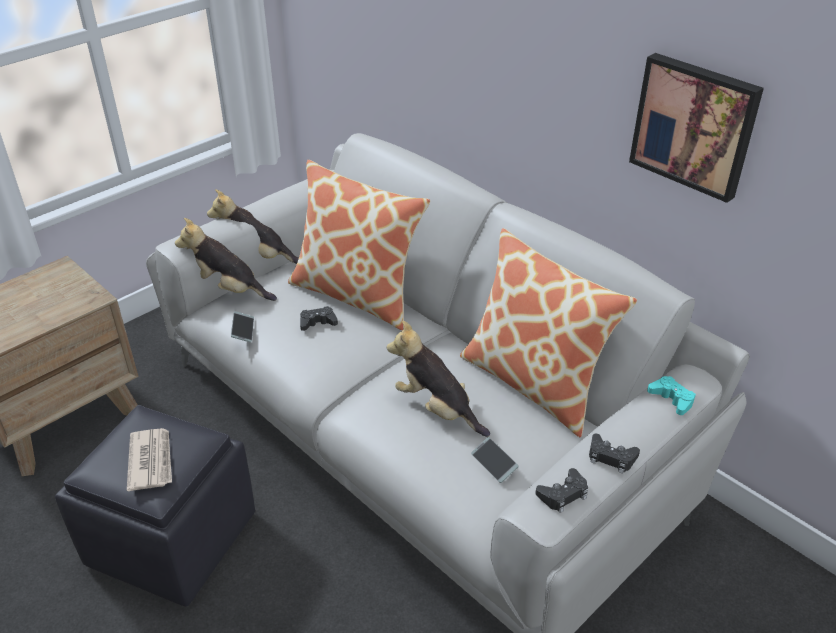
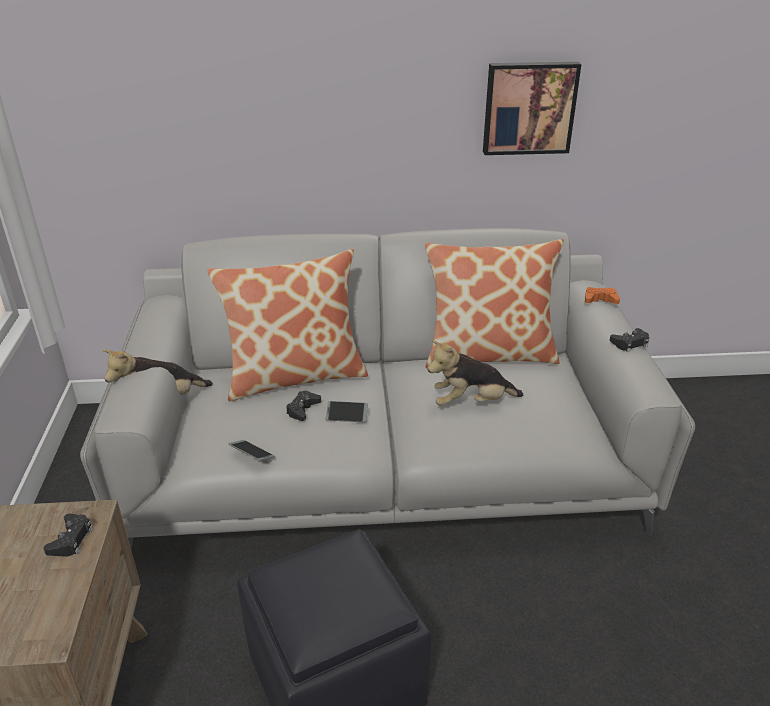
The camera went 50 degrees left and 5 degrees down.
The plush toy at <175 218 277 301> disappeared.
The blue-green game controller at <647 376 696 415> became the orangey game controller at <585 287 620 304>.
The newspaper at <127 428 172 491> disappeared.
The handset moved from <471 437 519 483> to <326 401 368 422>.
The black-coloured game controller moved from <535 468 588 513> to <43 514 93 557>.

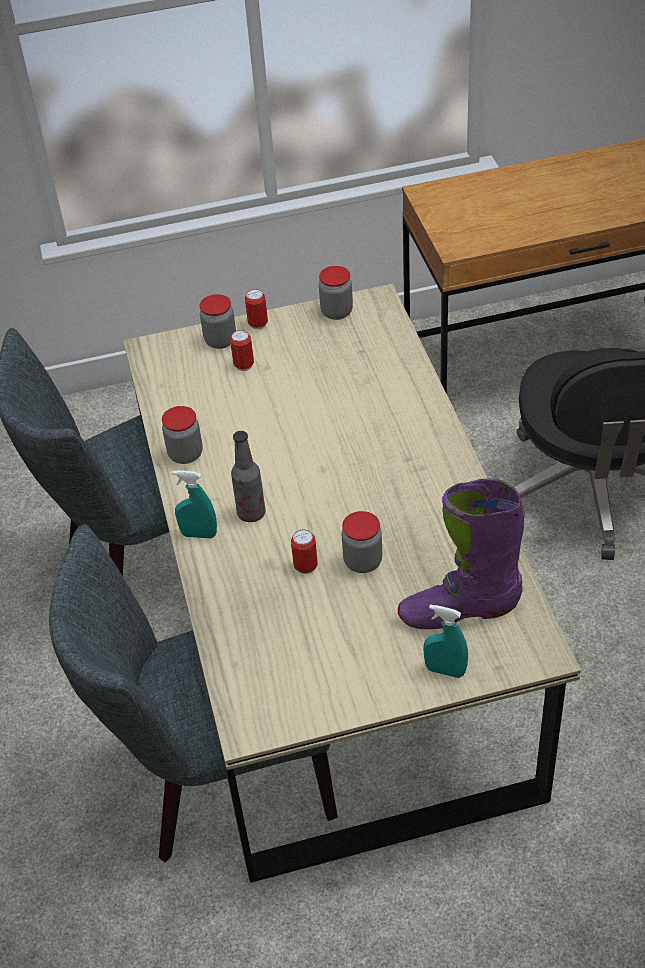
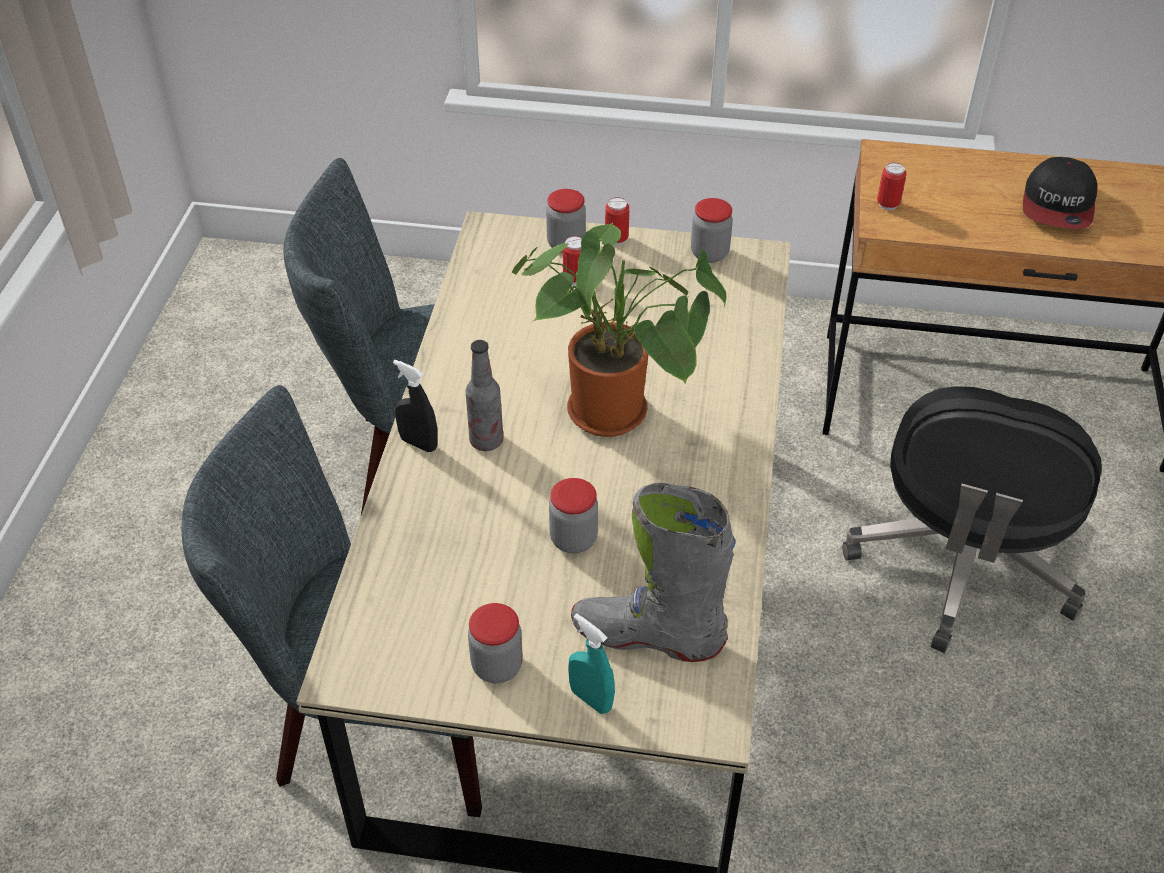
The camera went 20 degrees right and 0 degrees up.
The storage jar moved from <162 406 202 464> to <468 603 523 683>.
The blue-green spray bottle at <172 470 217 538> became the black-coloured spray bottle at <393 360 438 452>.
The purplish tall boot at <398 478 525 629> became the greyish tall boot at <571 482 736 662>.
The sealed can moved from <291 530 318 574> to <877 163 907 210>.
The peaked cap at <1023 157 1097 229> appeared.
The plant in a pot at <512 223 727 437> appeared.

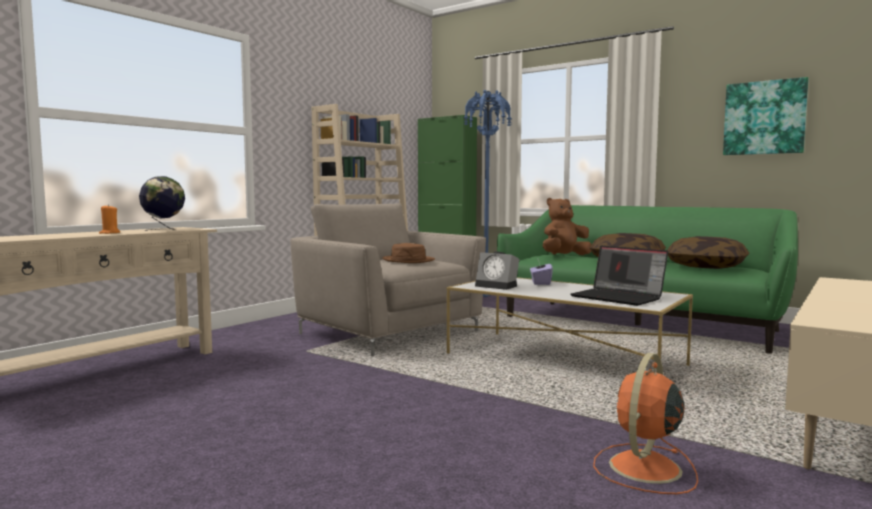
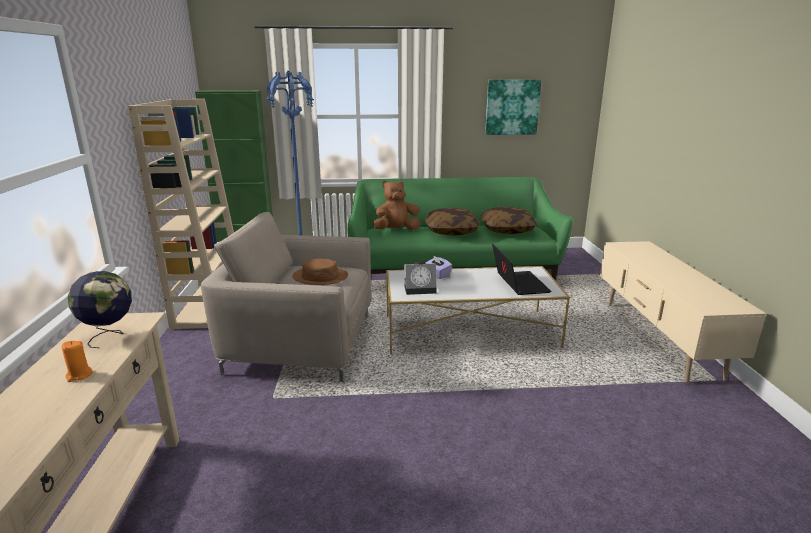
The camera went 40 degrees left and 15 degrees up.
The brown plush toy at <543 198 591 255> turned 45 degrees clockwise.
The notebook computer at <571 246 668 306> turned 105 degrees counterclockwise.
The orangey fan at <593 353 698 494> disappeared.

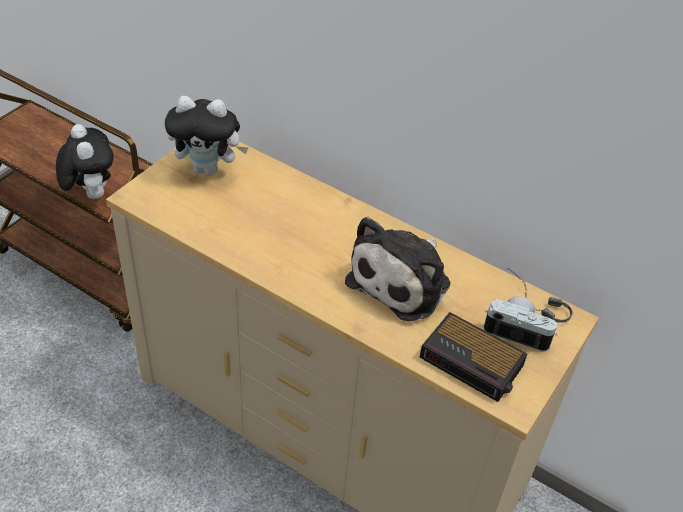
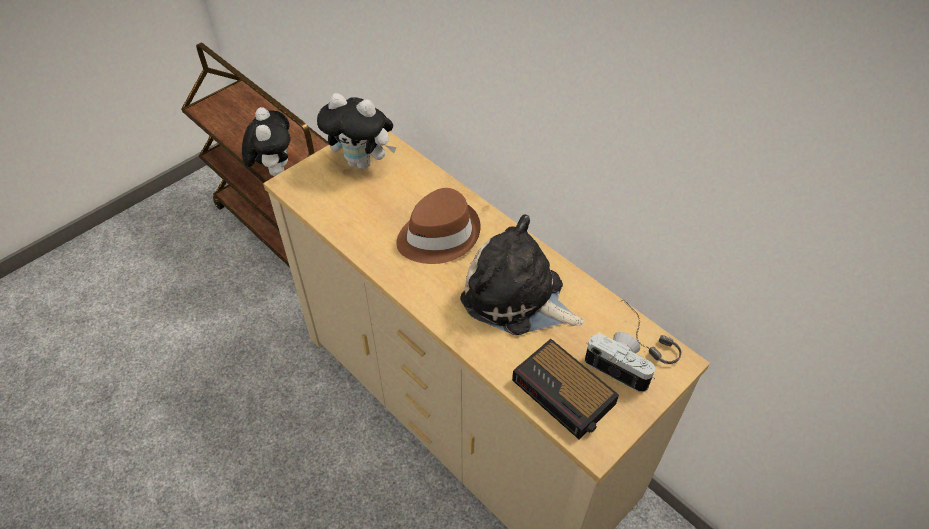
The camera went 15 degrees right and 5 degrees up.
The plush toy at <345 217 450 322> turned 75 degrees clockwise.
The brown clothing hat at <396 188 481 264> appeared.

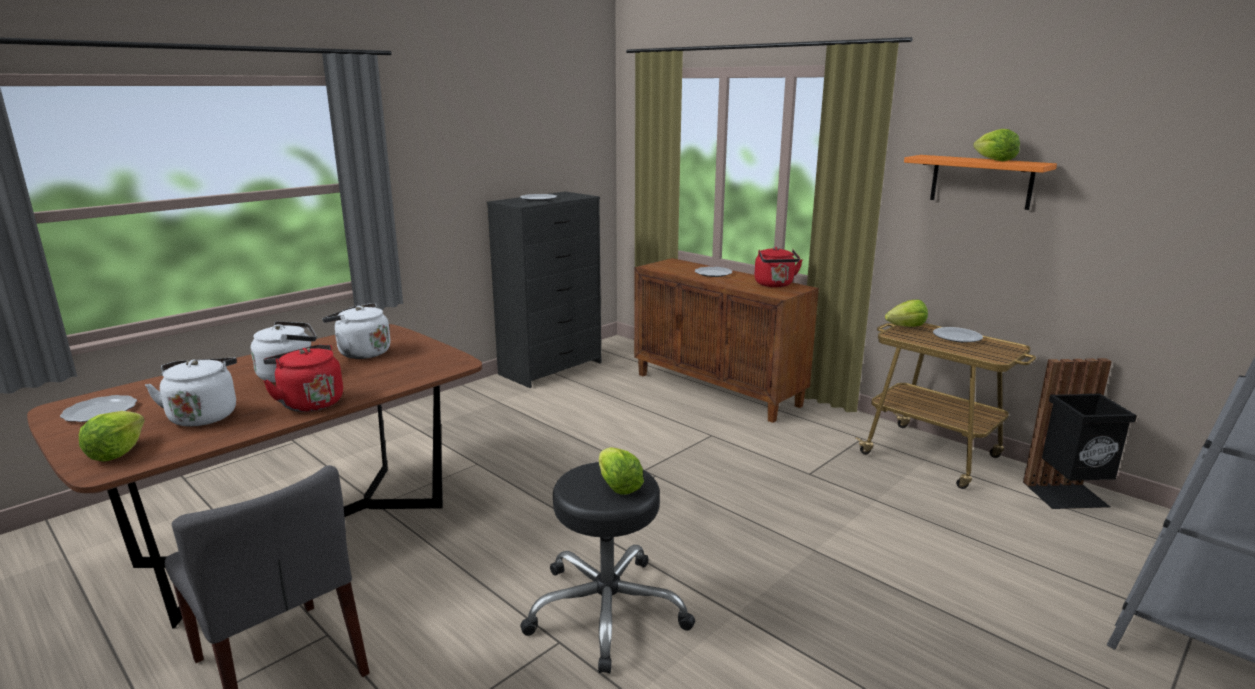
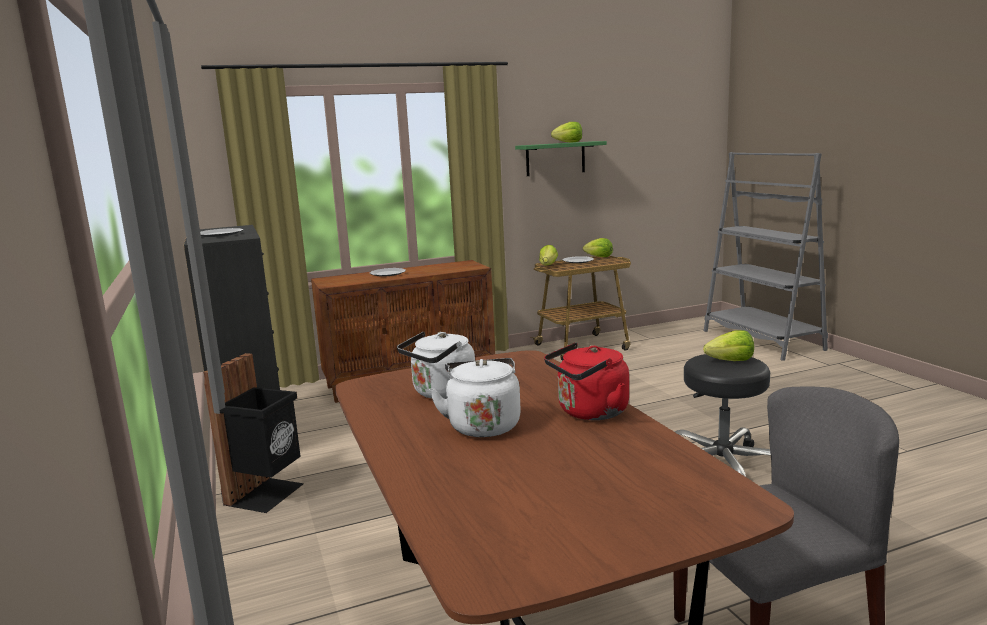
The camera went 65 degrees left and 5 degrees down.
The orangey wall shelf at <904 155 1057 210> became the green-coloured wall shelf at <515 141 607 176>.
The reddish kettle at <754 247 803 287> disappeared.
The whitish kettle at <145 358 237 427> disappeared.
The black-coloured rubbish bin moved from <1023 358 1137 509> to <203 353 304 513>.
The flat dish at <60 395 137 422> disappeared.
The lettuce moved from <79 411 145 462> to <583 238 613 257>.

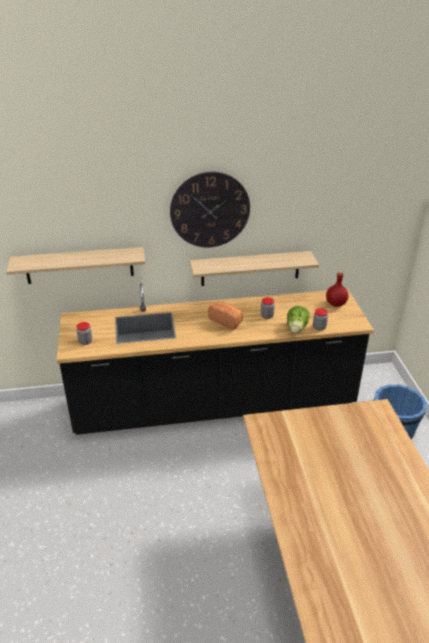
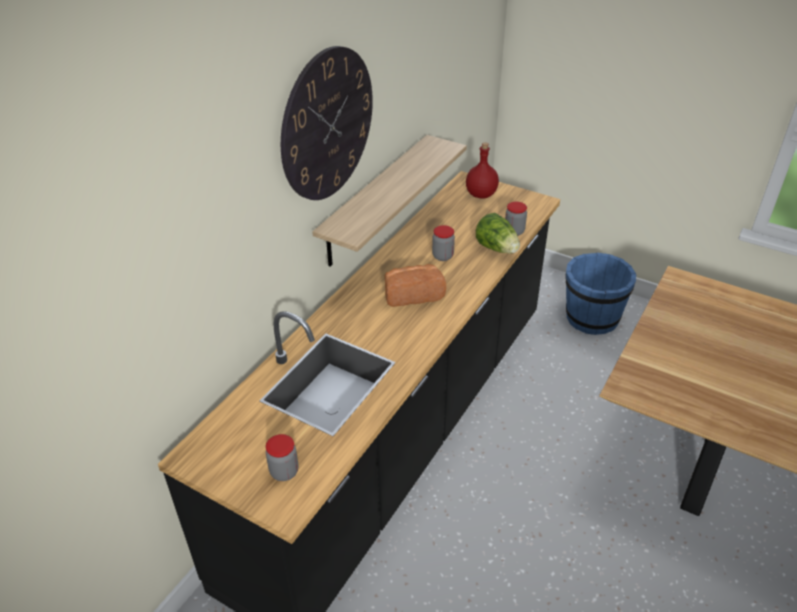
The camera went 50 degrees left and 5 degrees up.
The wall shelf at <6 247 145 284> disappeared.

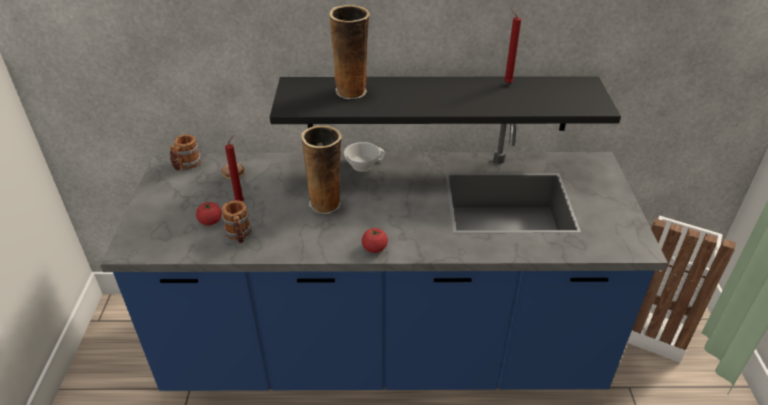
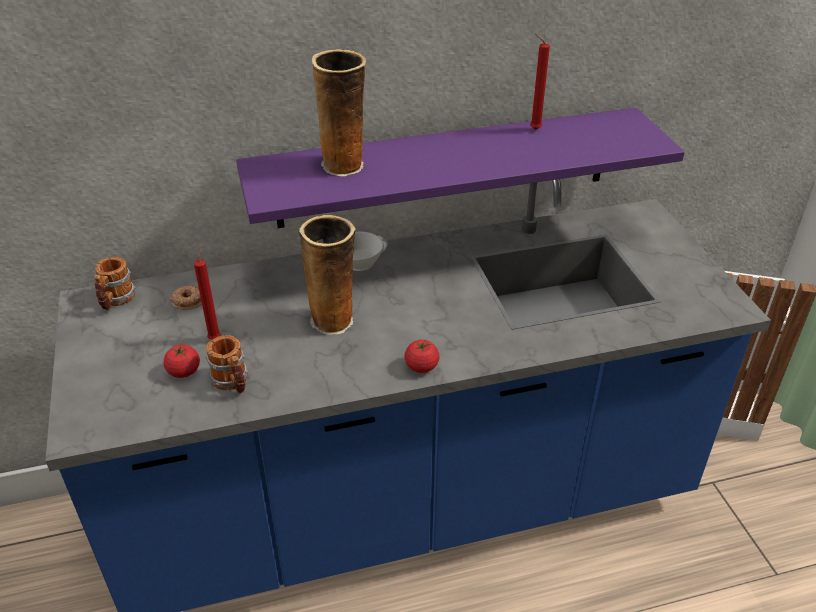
The camera went 15 degrees left and 0 degrees up.
The black-coloured wall shelf at <270 76 621 131> became the purplish wall shelf at <236 107 685 228>.

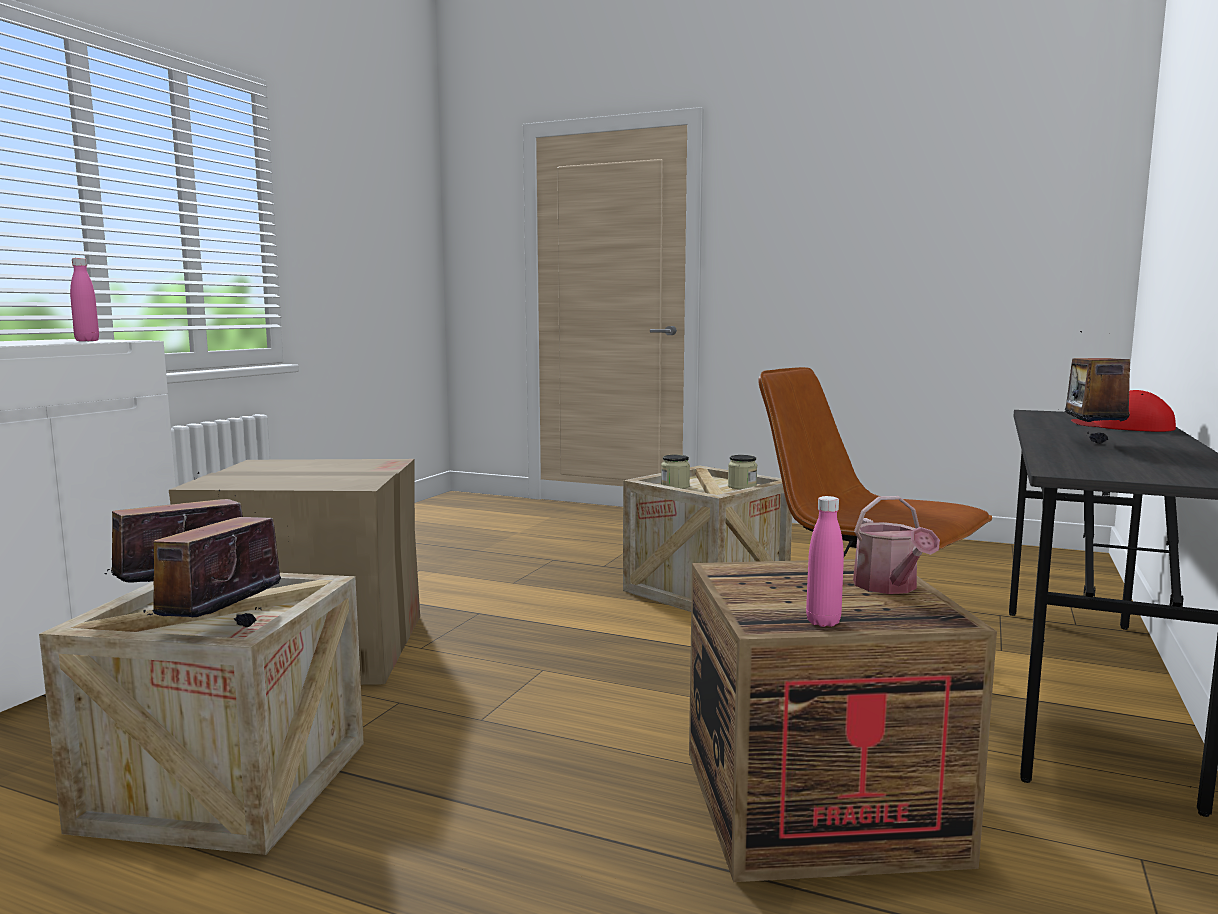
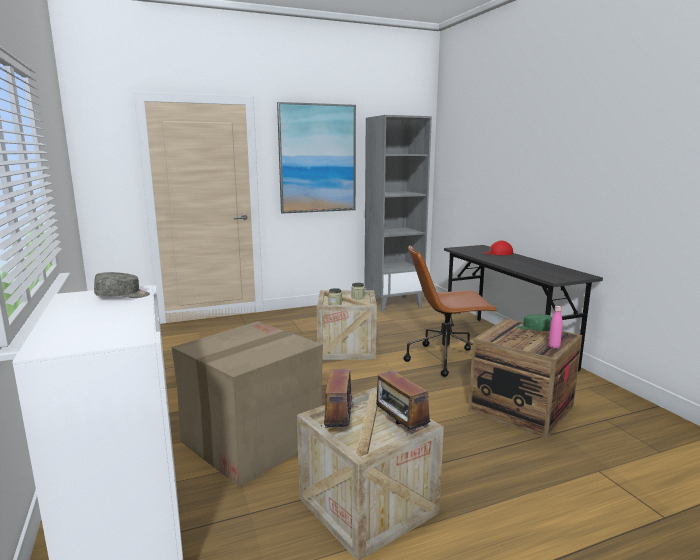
The camera went 45 degrees left and 5 degrees up.
The pink-coloured beverage bottle at <70 258 99 341> was replaced by the greyish peaked cap at <94 272 150 298>.
The radio receiver at <1065 331 1143 444> disappeared.
The watering pot at <853 496 940 594> was replaced by the green-coloured peaked cap at <517 314 552 331>.
The picture at <277 102 356 214> appeared.
The greyish bookcase at <364 115 432 312> appeared.

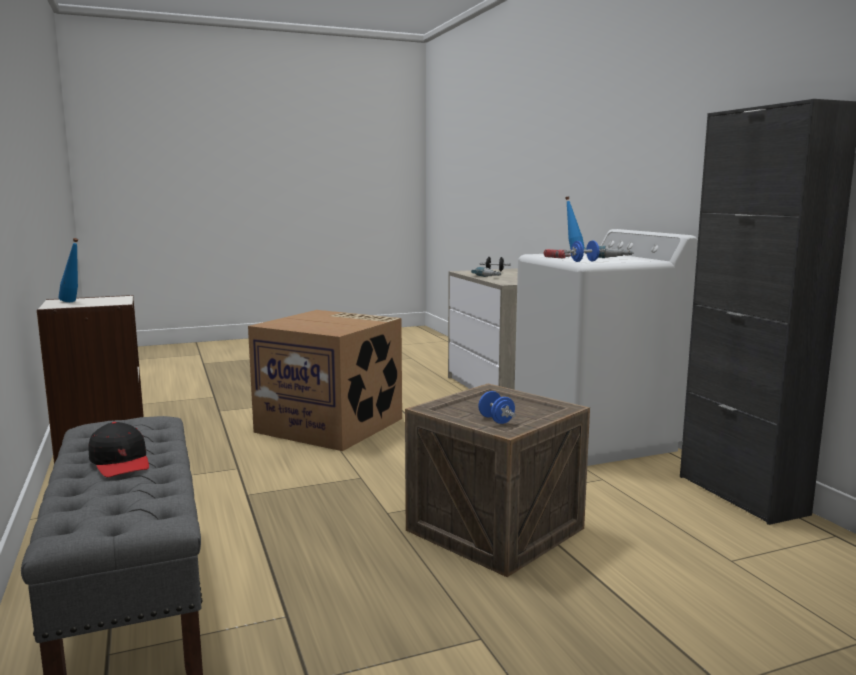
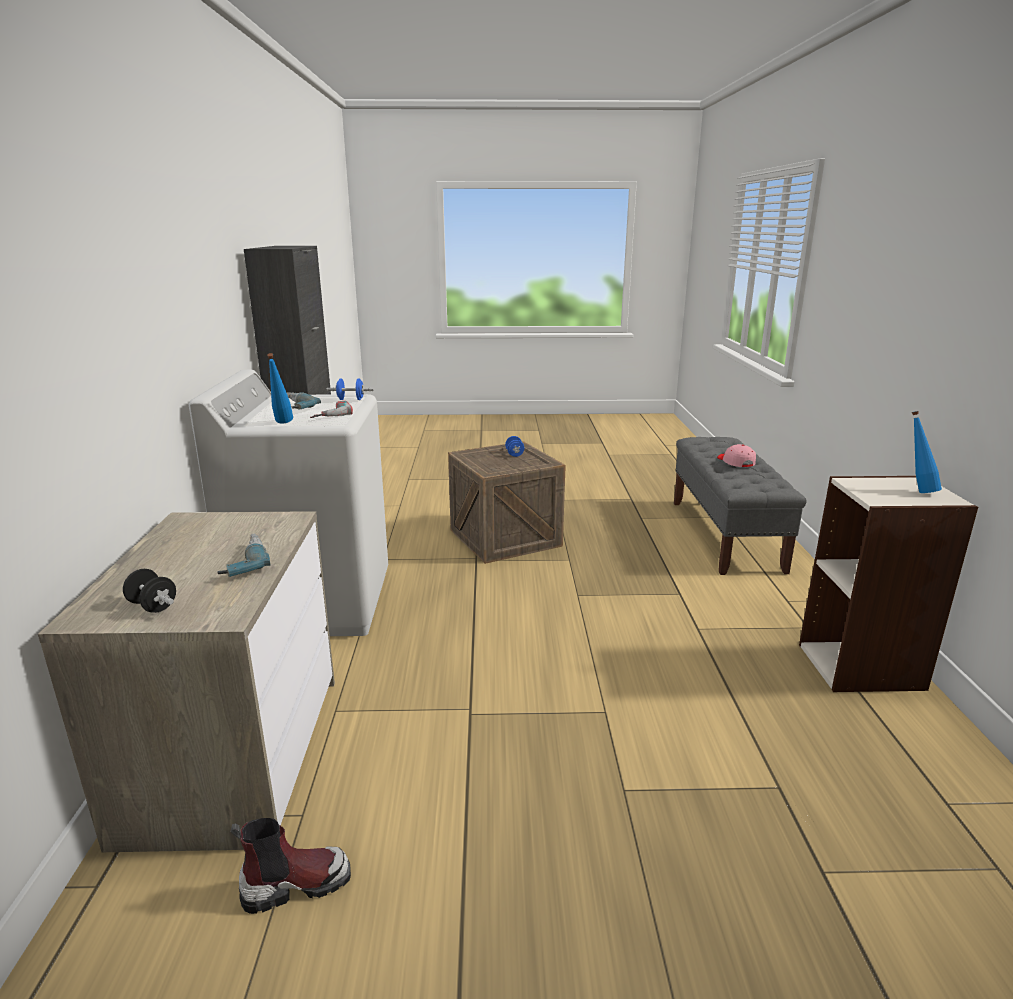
The camera went 160 degrees left and 10 degrees up.
The cardboard box at <248 310 402 451> disappeared.
The black-coloured peaked cap at <88 422 149 477> became the pink-coloured peaked cap at <717 444 756 467>.
The tall boot at <231 818 351 914> appeared.

